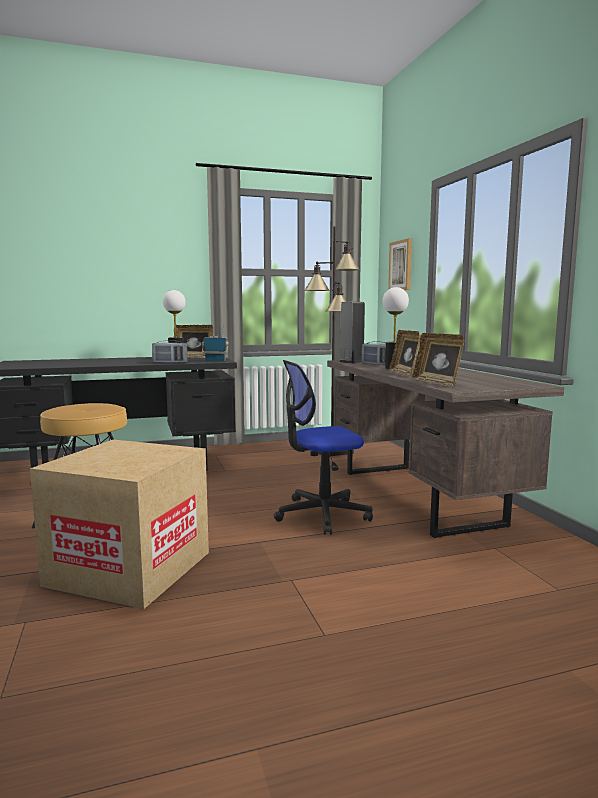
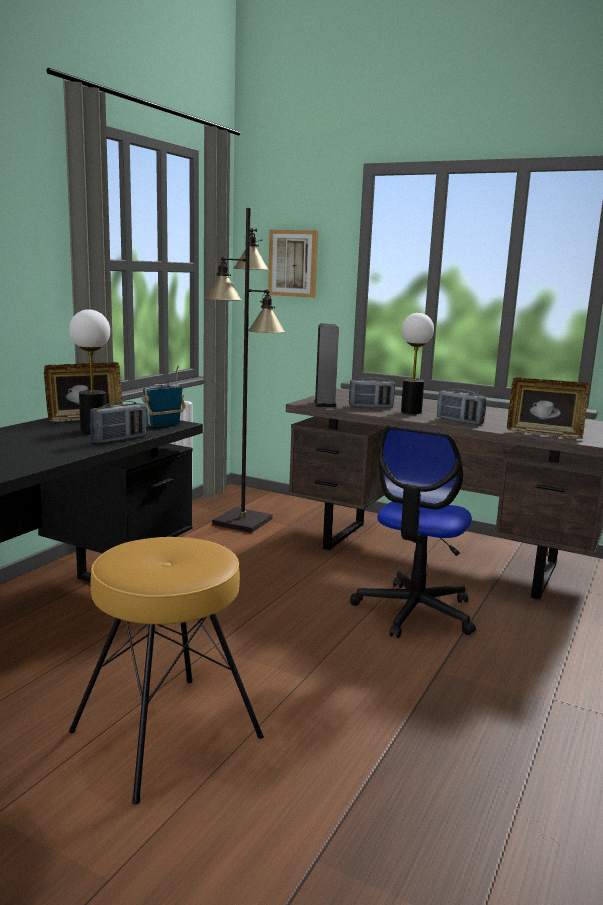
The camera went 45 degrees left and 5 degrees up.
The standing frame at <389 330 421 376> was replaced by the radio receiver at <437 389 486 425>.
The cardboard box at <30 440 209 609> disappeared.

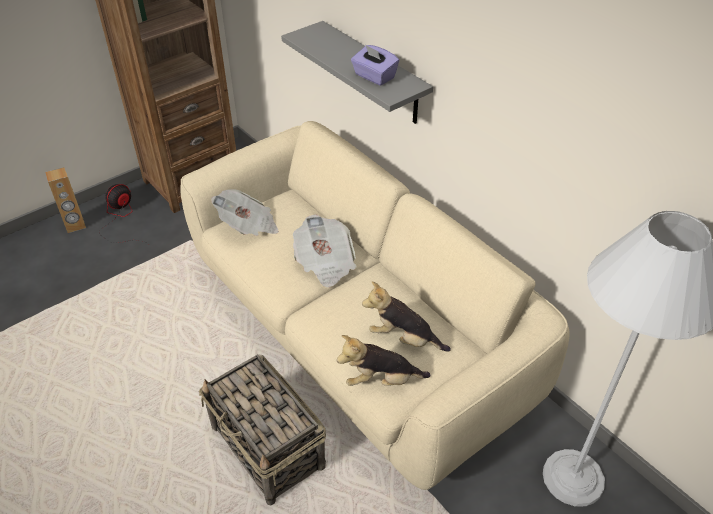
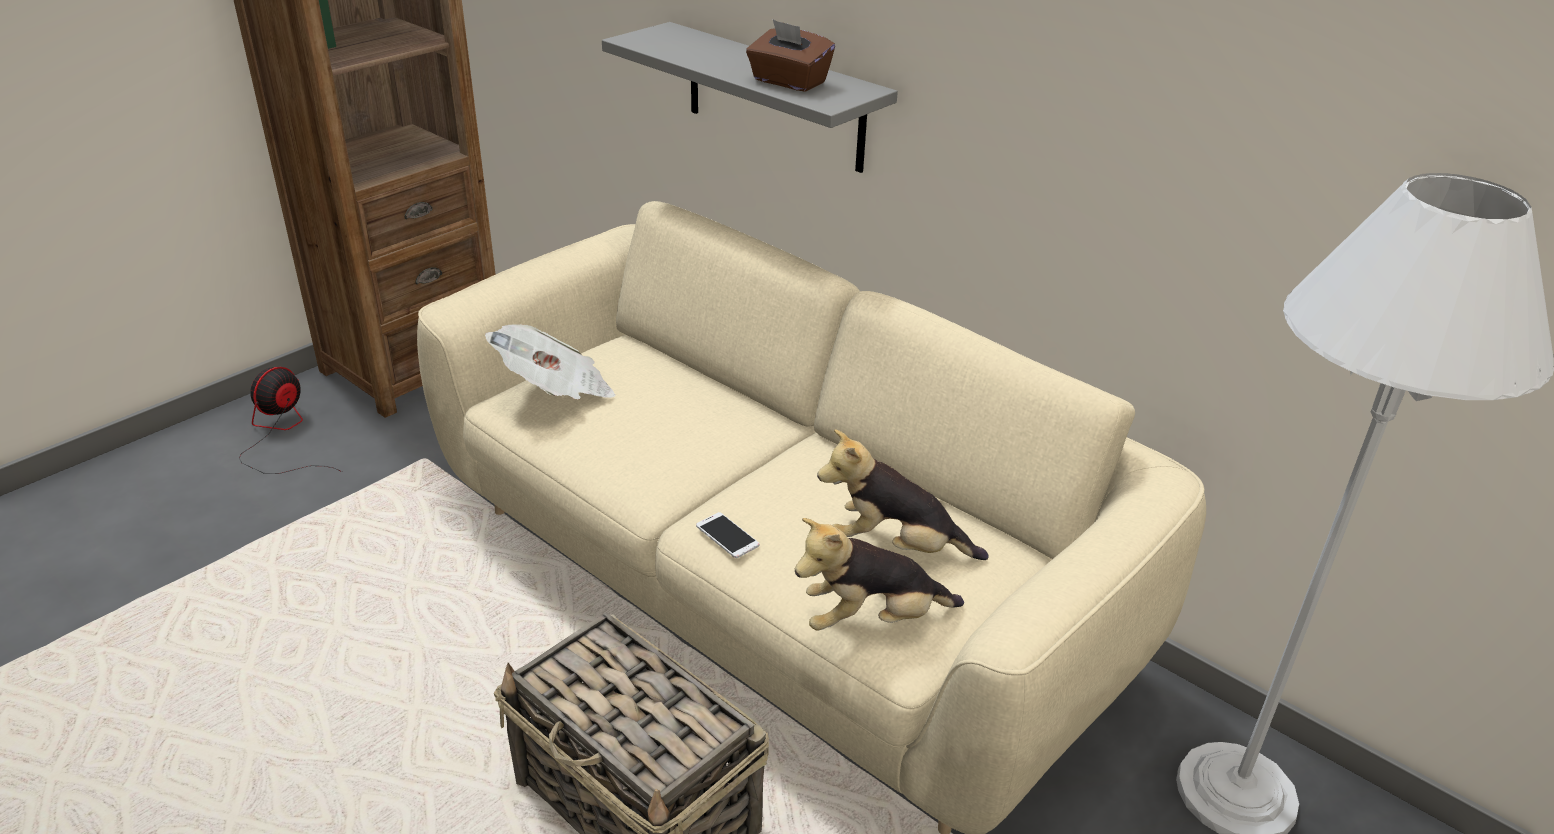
The camera went 10 degrees left and 10 degrees down.
The purplish box of tissues at <351 44 399 86> became the brown box of tissues at <746 20 835 92>.
The brown loudspeaker at <45 167 86 233> disappeared.
The newspaper at <293 214 357 288> disappeared.
The handset at <696 512 759 558> appeared.

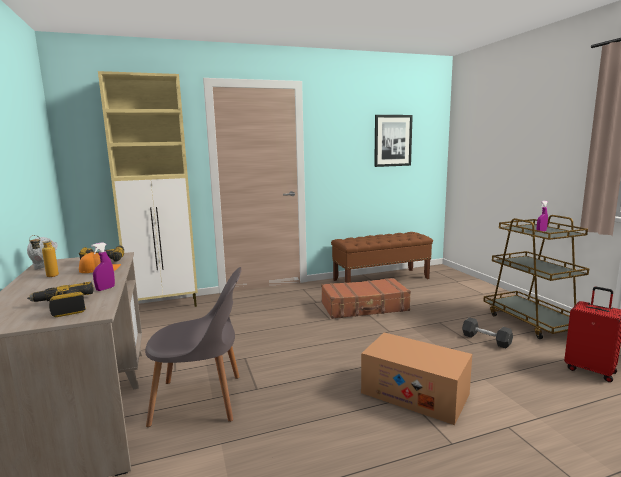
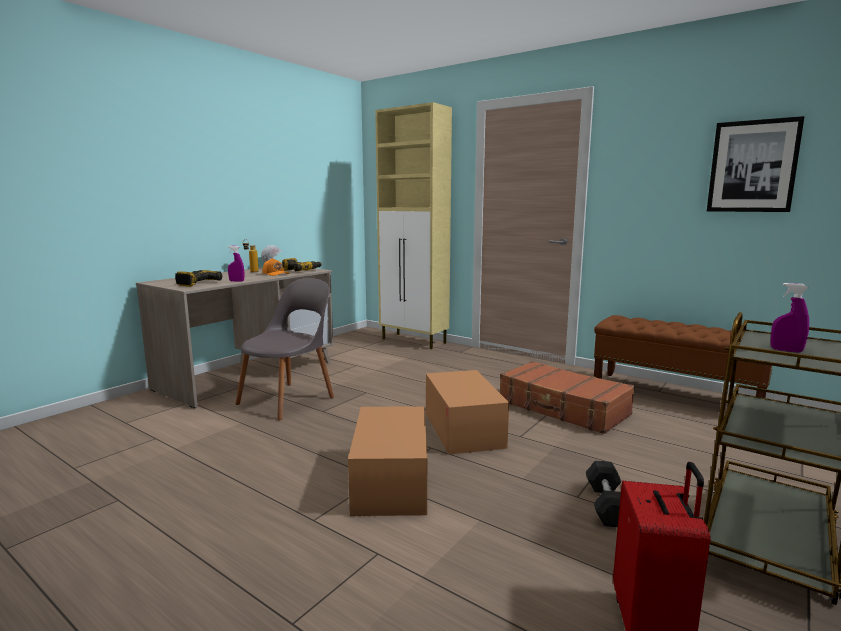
The camera went 55 degrees right and 0 degrees up.
The greyish plain chair at <145 267 242 427> turned 105 degrees counterclockwise.
The cardboard box at <426 370 509 454> appeared.

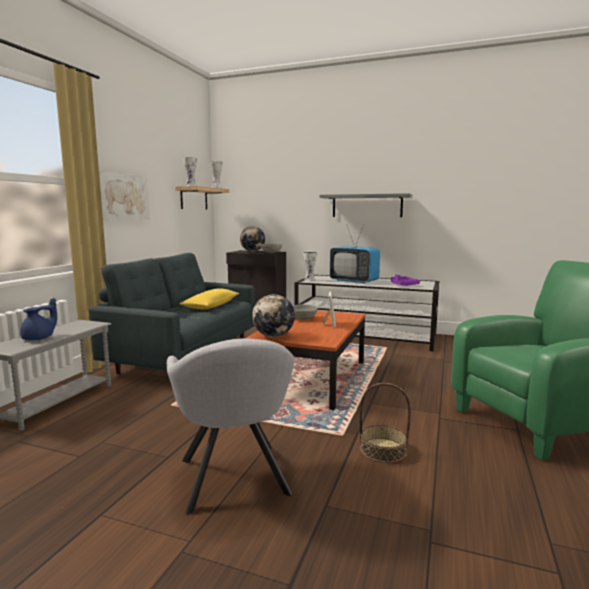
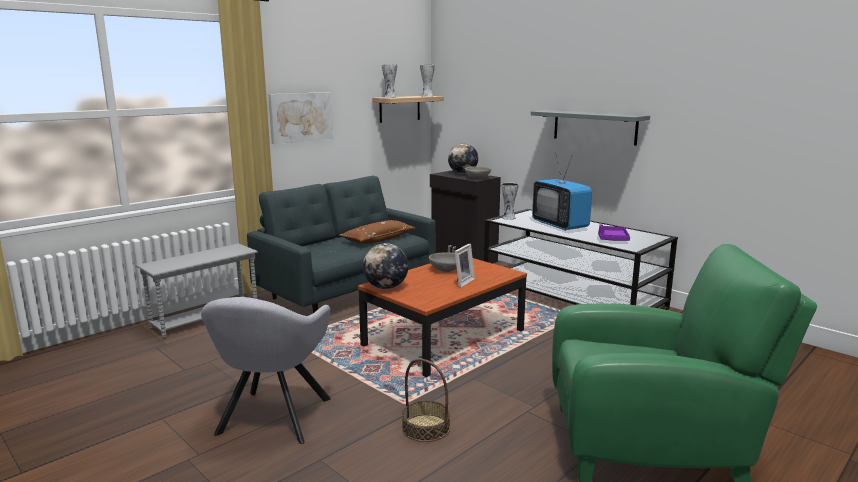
The camera went 25 degrees right and 5 degrees up.
The yellow-coloured cushion at <179 288 239 309> became the brown cushion at <339 220 415 244>.
The blue pot for tea at <20 298 57 340> disappeared.

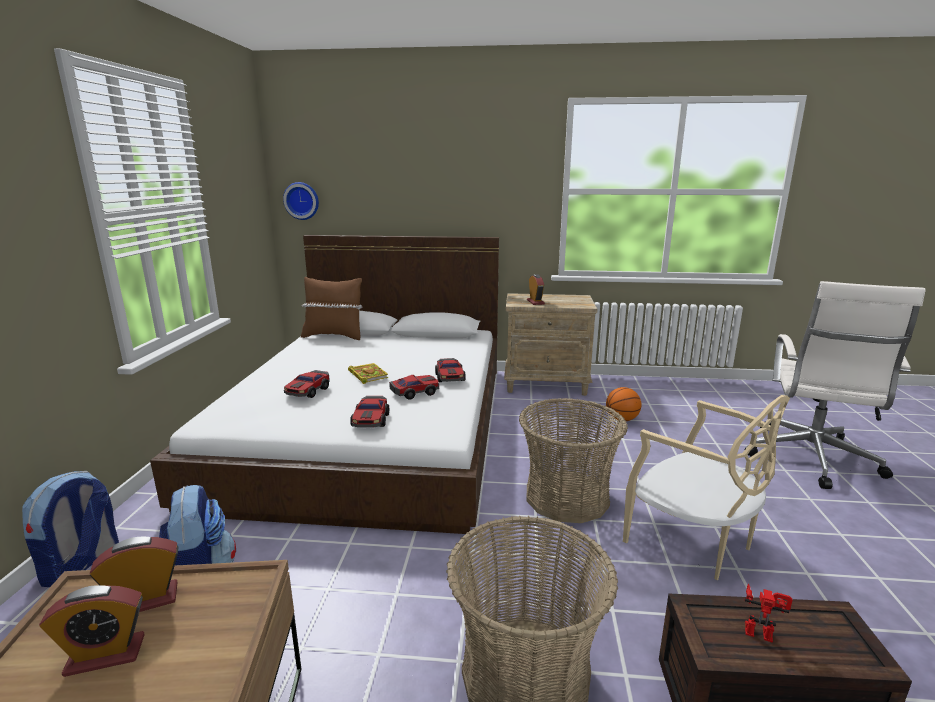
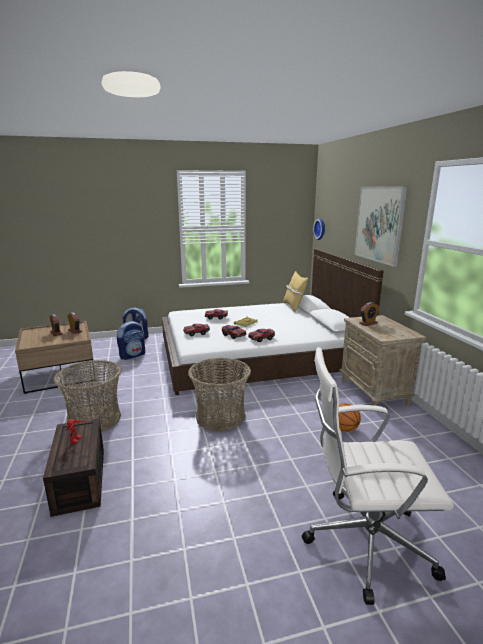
The camera went 70 degrees right and 0 degrees up.
The brown cushion at <301 277 362 340> became the yellow-coloured cushion at <283 271 308 312>.
The beige-coloured plain chair at <623 395 790 580> disappeared.
The picture at <355 186 407 267> appeared.

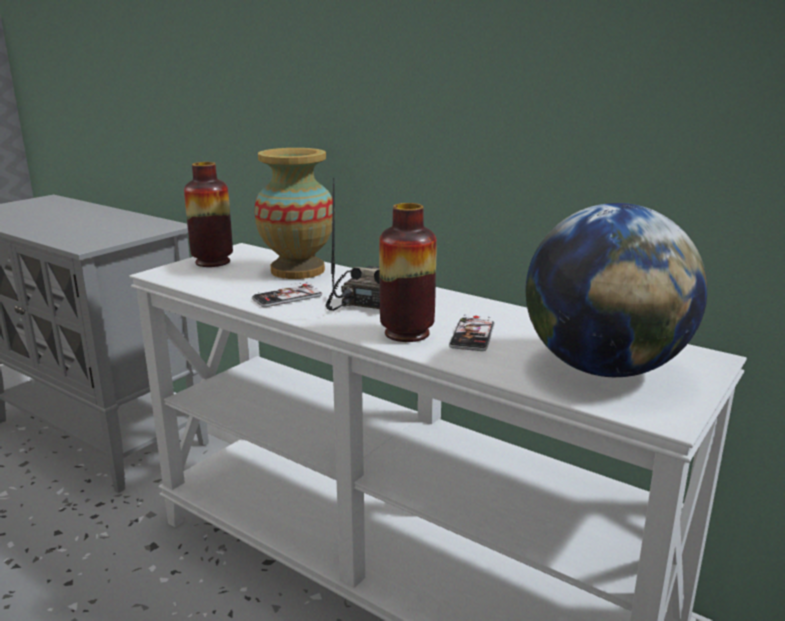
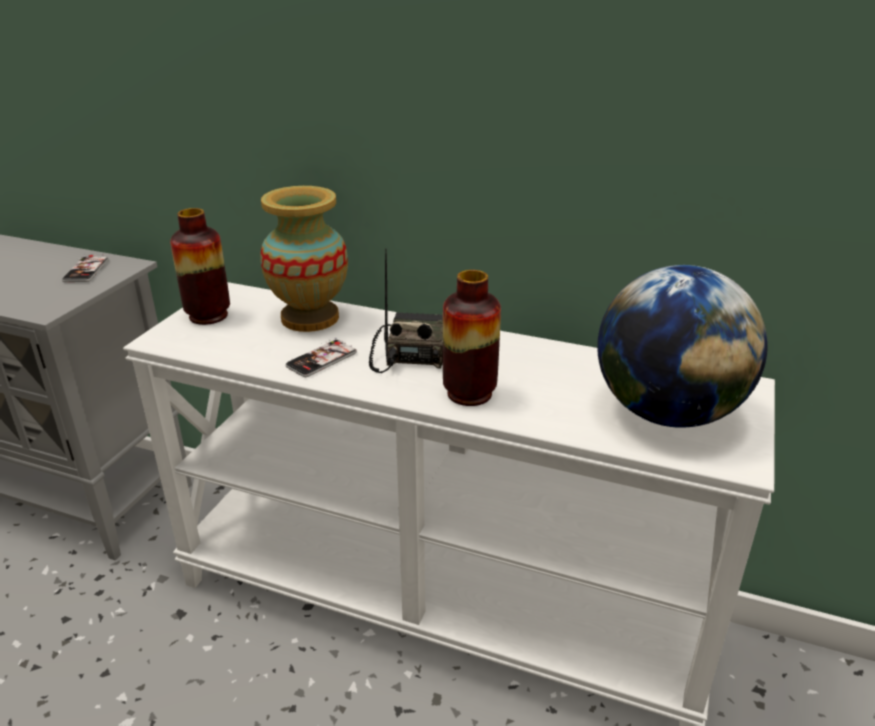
The camera went 15 degrees left and 10 degrees up.
The handset moved from <449 315 495 351> to <62 255 109 282>.

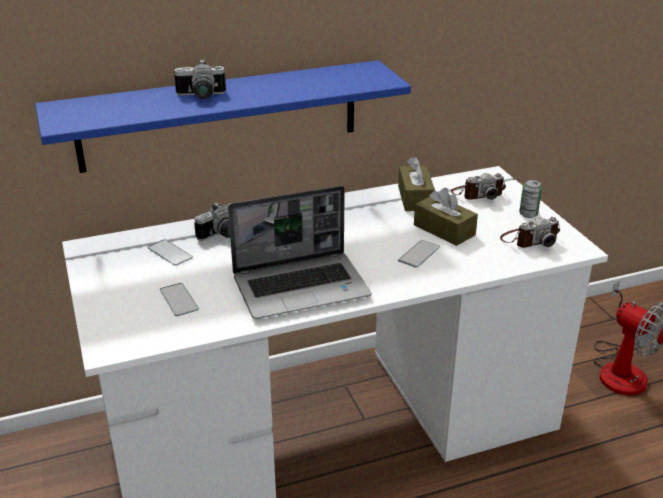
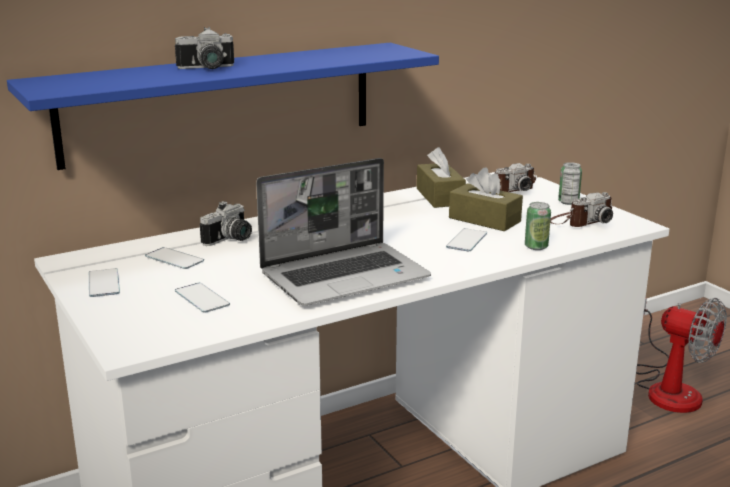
The camera went 10 degrees left and 10 degrees down.
The sealed can at <525 202 551 250> appeared.
The handset at <89 268 120 297> appeared.

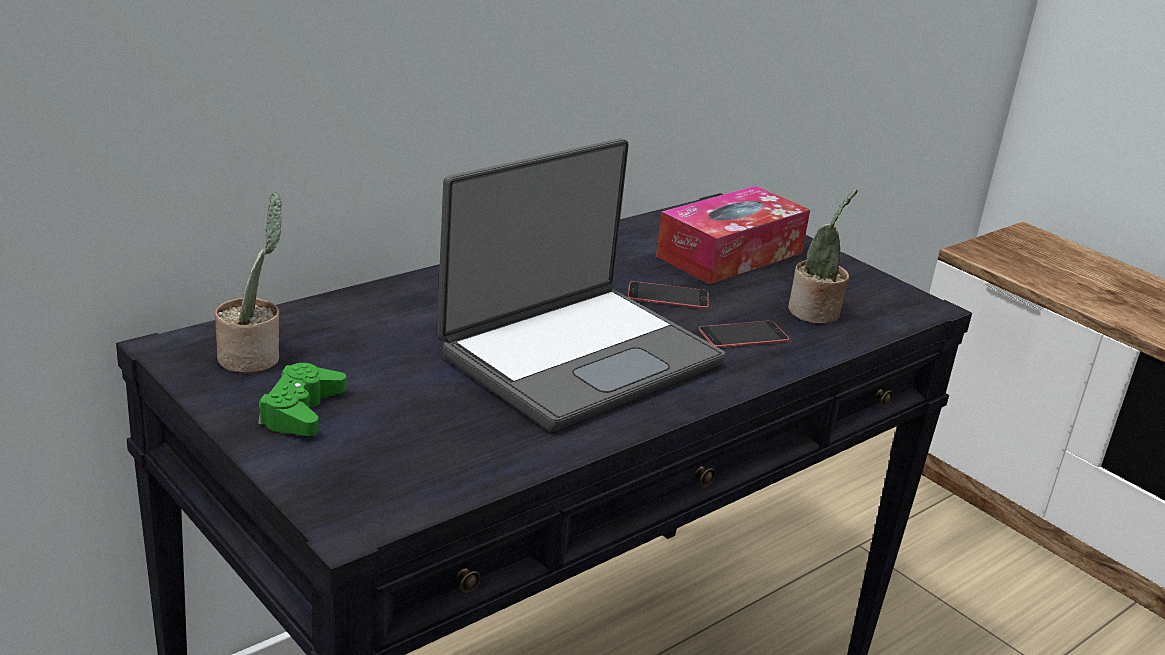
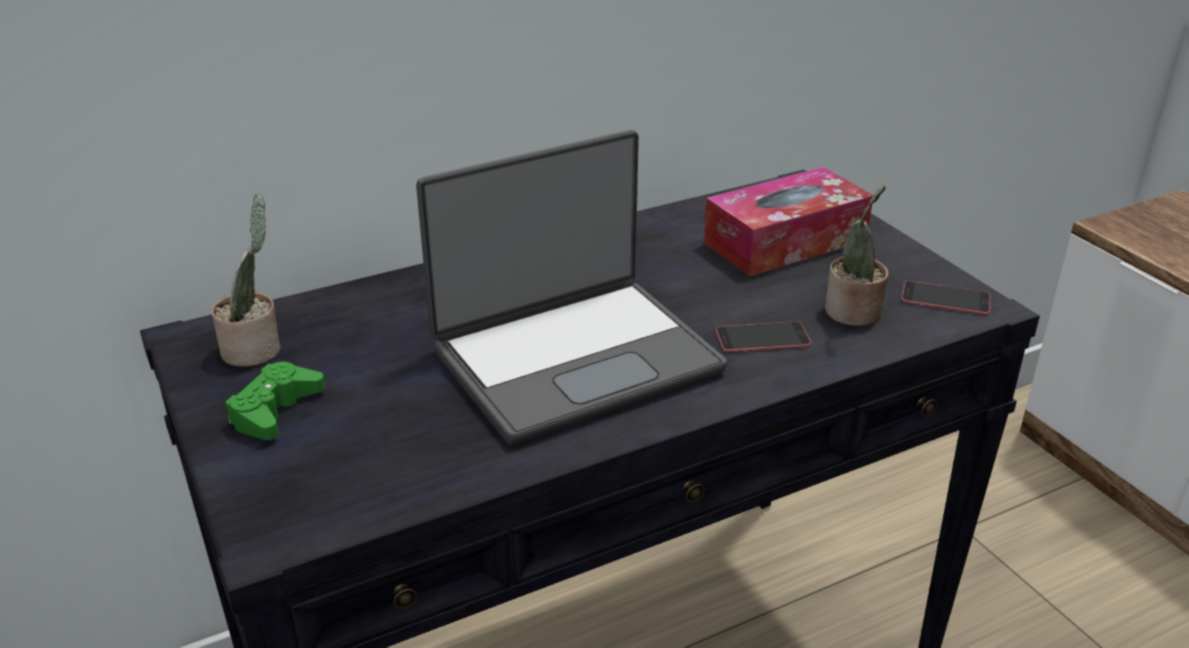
The camera went 15 degrees right and 5 degrees up.
The handset moved from <627 281 709 309> to <901 281 991 315>.

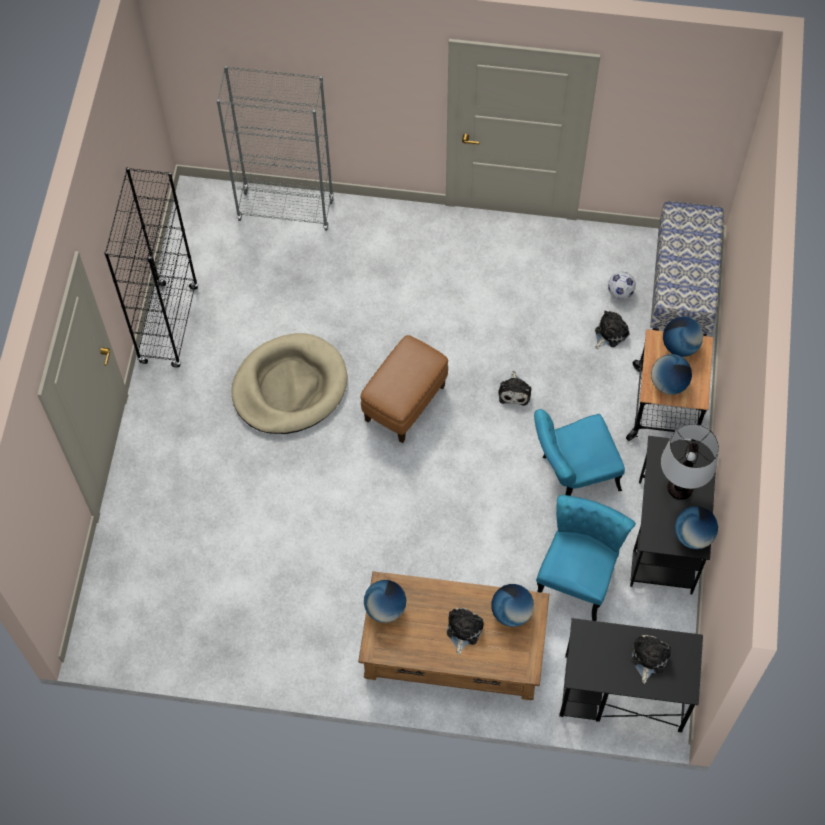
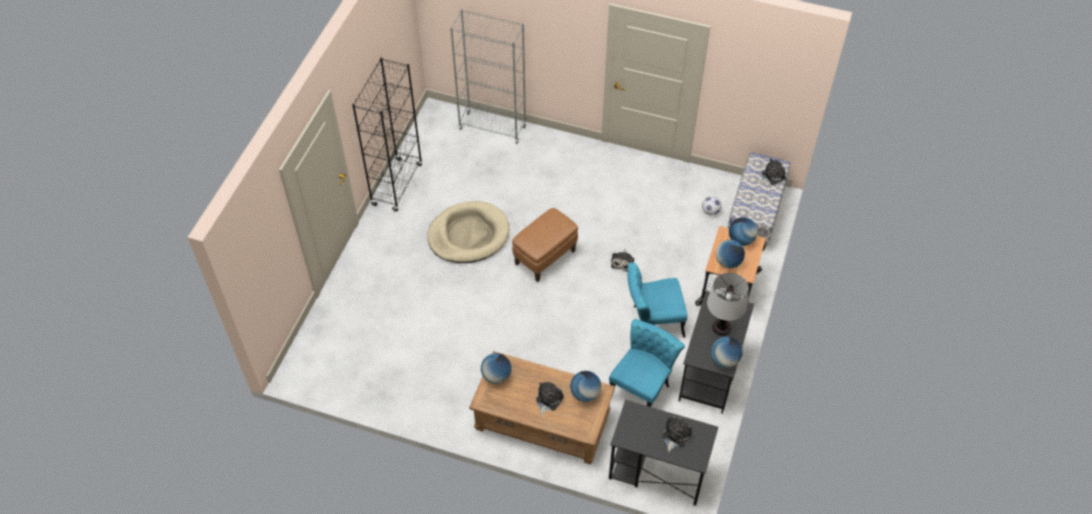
The camera went 10 degrees right and 10 degrees down.
The plush toy moved from <595 311 629 349> to <760 158 786 185>.

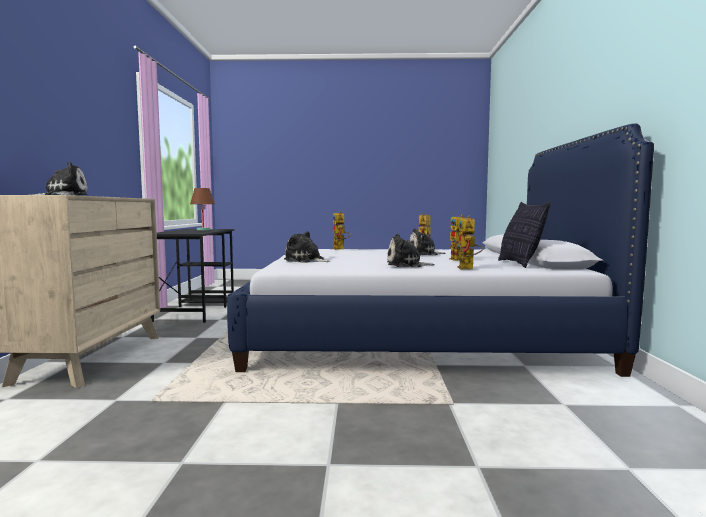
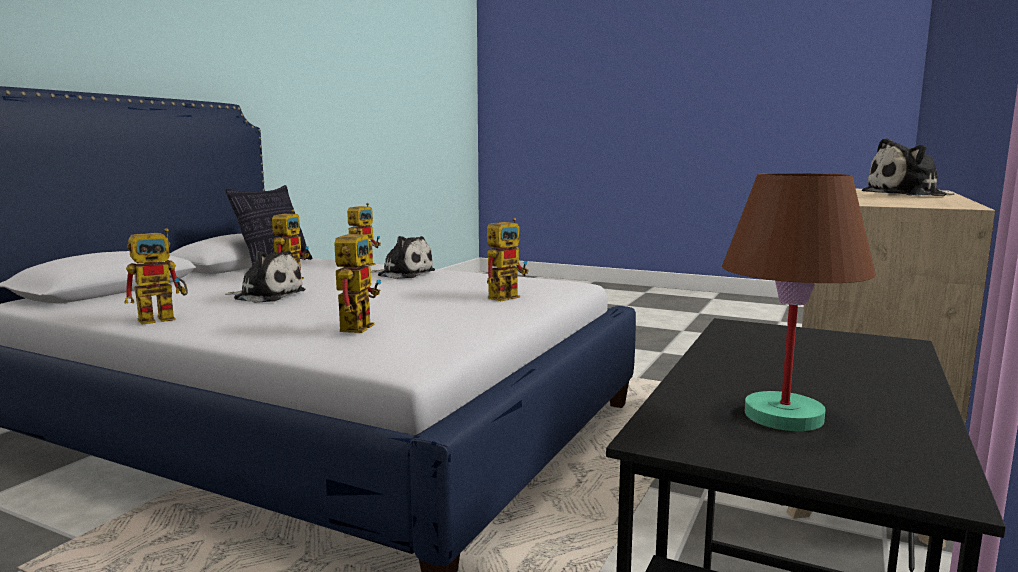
The camera went 155 degrees left and 5 degrees up.
The plush toy at <284 231 331 263> was replaced by the toy robot at <487 218 529 301>.

